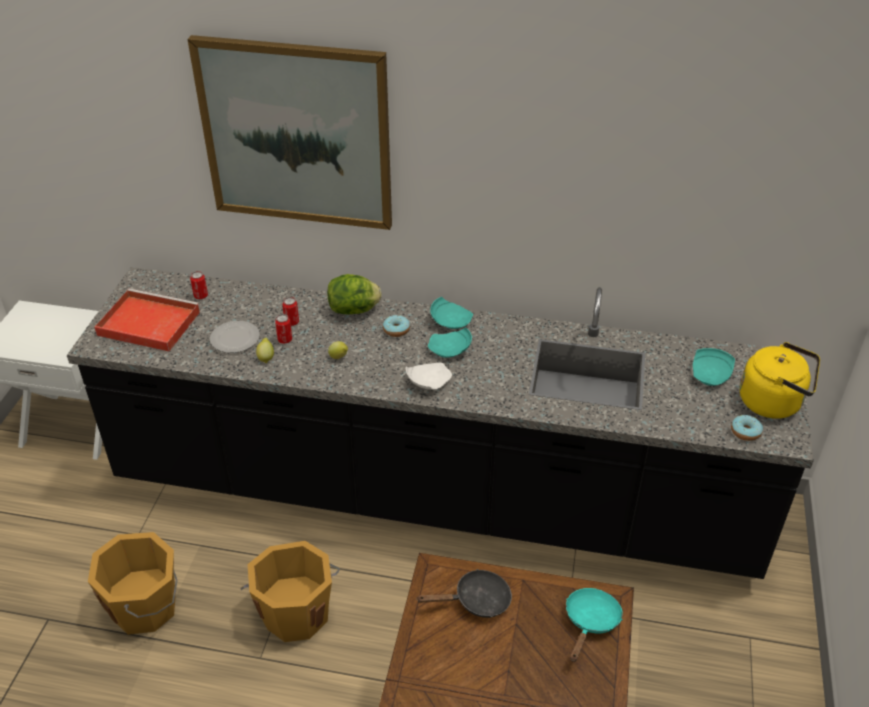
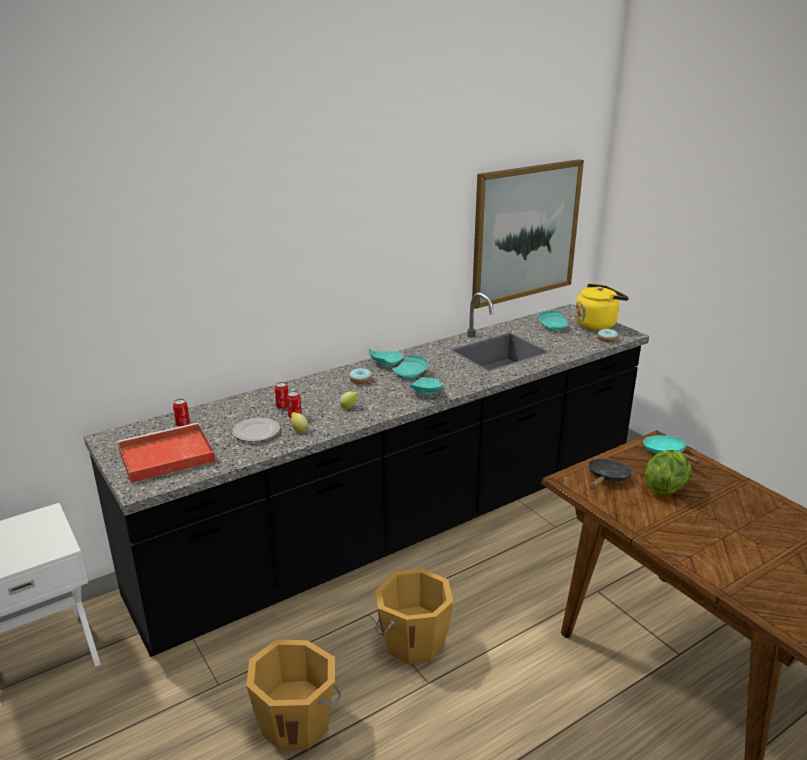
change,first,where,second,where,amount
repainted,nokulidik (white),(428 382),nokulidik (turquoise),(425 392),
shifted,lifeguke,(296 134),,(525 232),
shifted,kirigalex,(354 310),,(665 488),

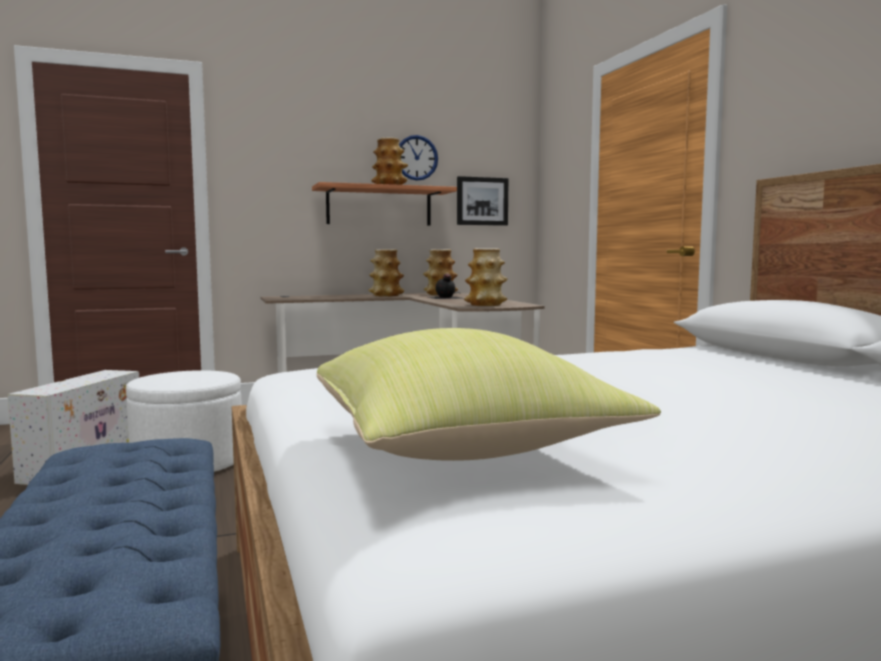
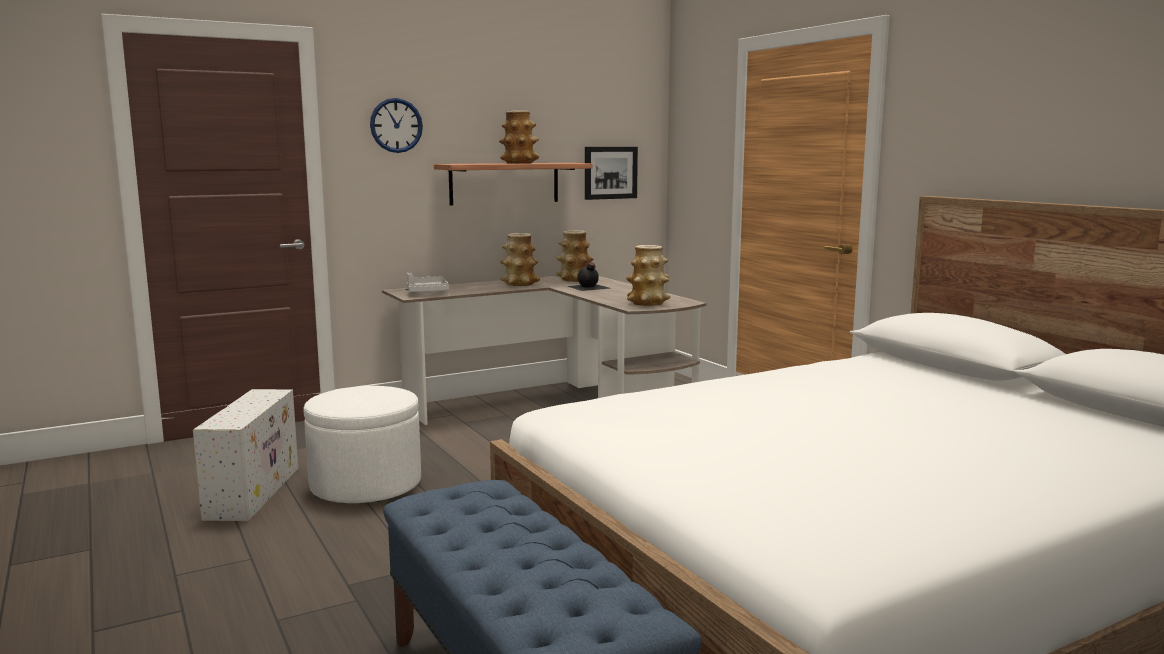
change,first,where,second,where,amount
shifted,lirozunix,(416 158),,(396 125),
new,,,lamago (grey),(426 292),
gone,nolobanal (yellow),(464 450),,,

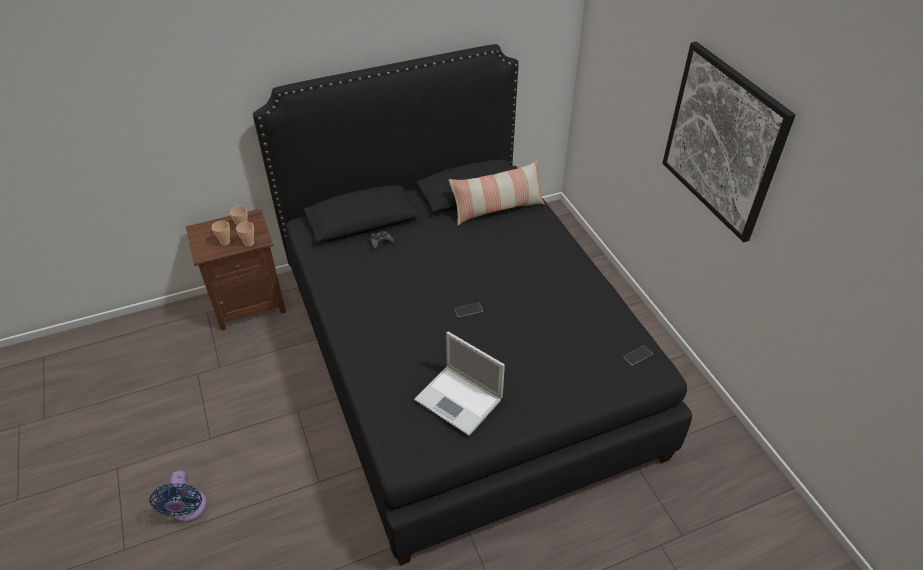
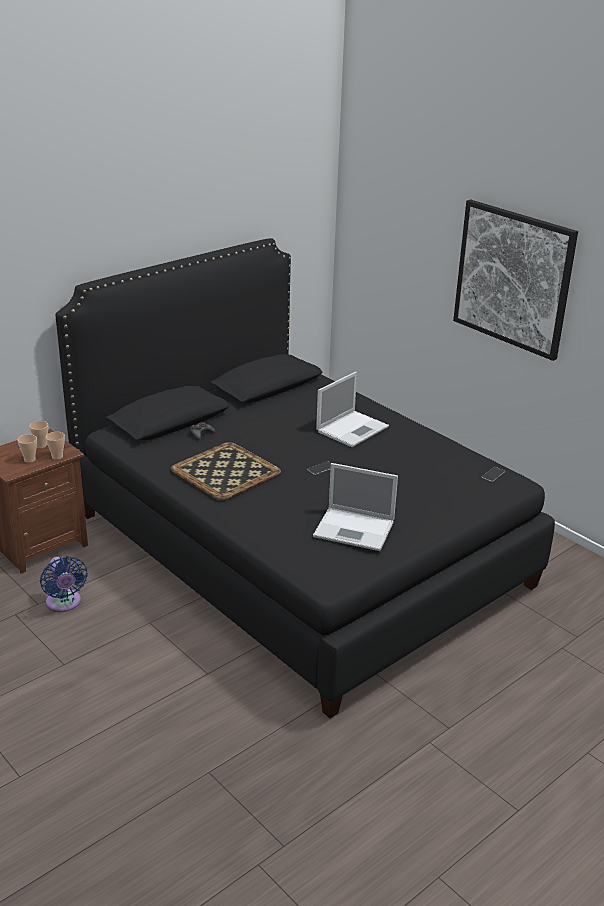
change,first,where,second,where,amount
shifted,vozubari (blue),(188 510),,(64 604),
new,,,lamago,(227 471),
new,,,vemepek,(353 428),
gone,nolobanal,(497 208),,,

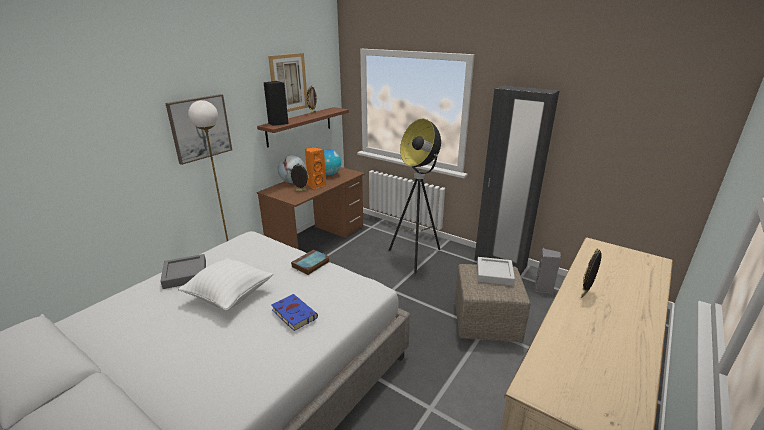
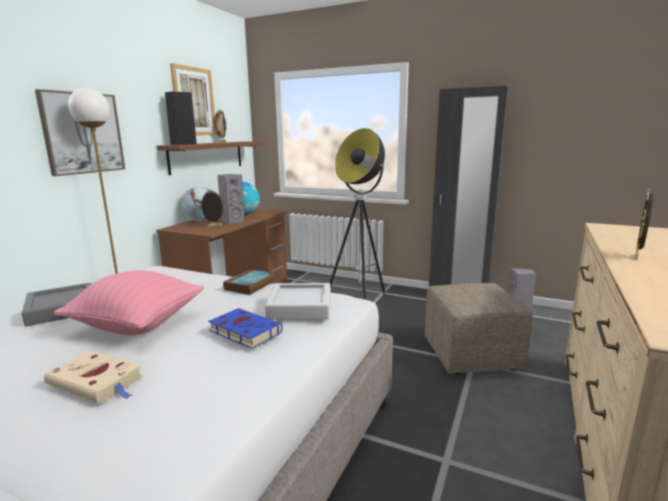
change,first,where,second,where,amount
new,,,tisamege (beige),(97 381),
repainted,nolobanal (white),(230 297),nolobanal (pink),(138 325),
repainted,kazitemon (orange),(316 185),kazitemon (grey),(232 221),
shifted,lamago (grey),(494 274),,(300 307),

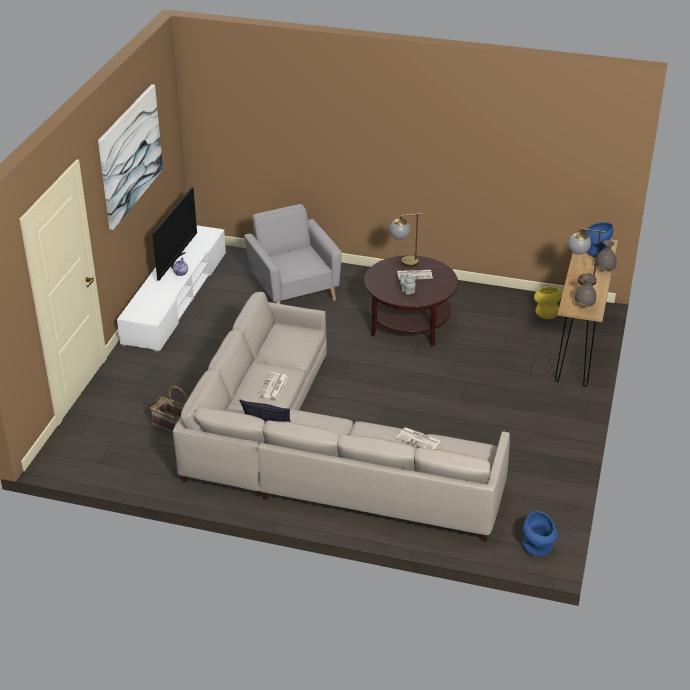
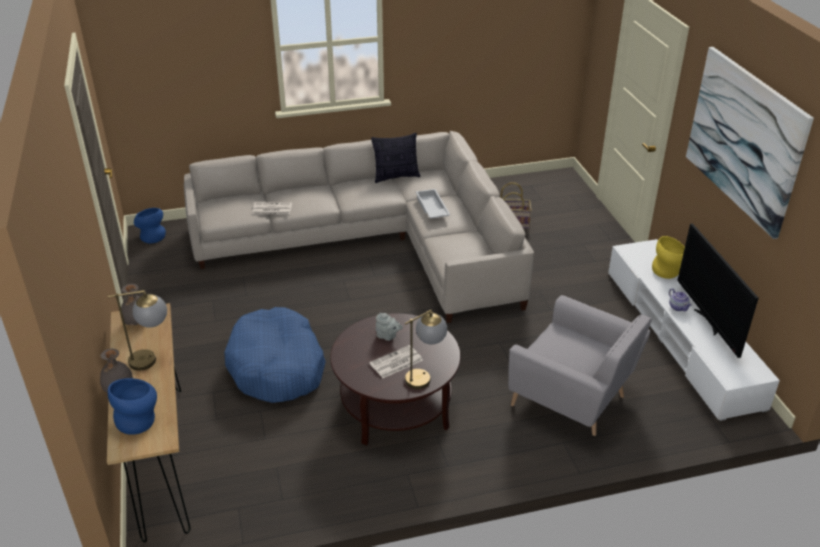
change,first,where,second,where,amount
new,,,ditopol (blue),(277 367),
swapped,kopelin,(273 386),lamago (white),(431 208),
shifted,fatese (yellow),(546 312),,(667 272),

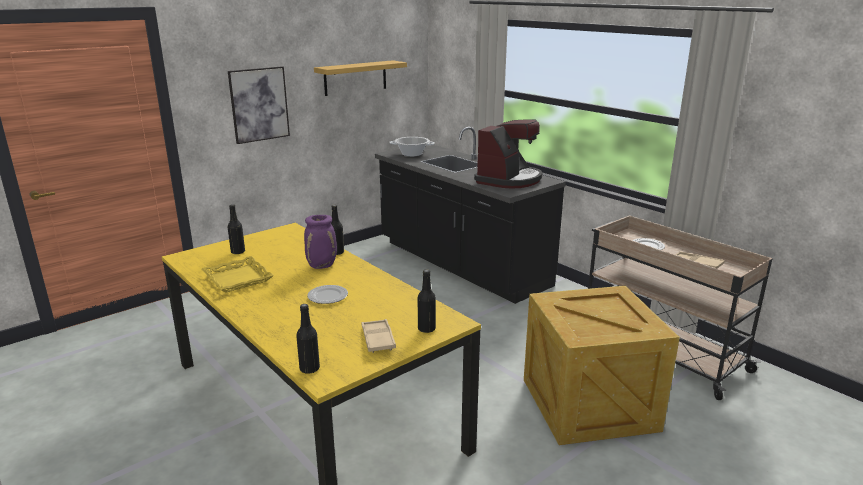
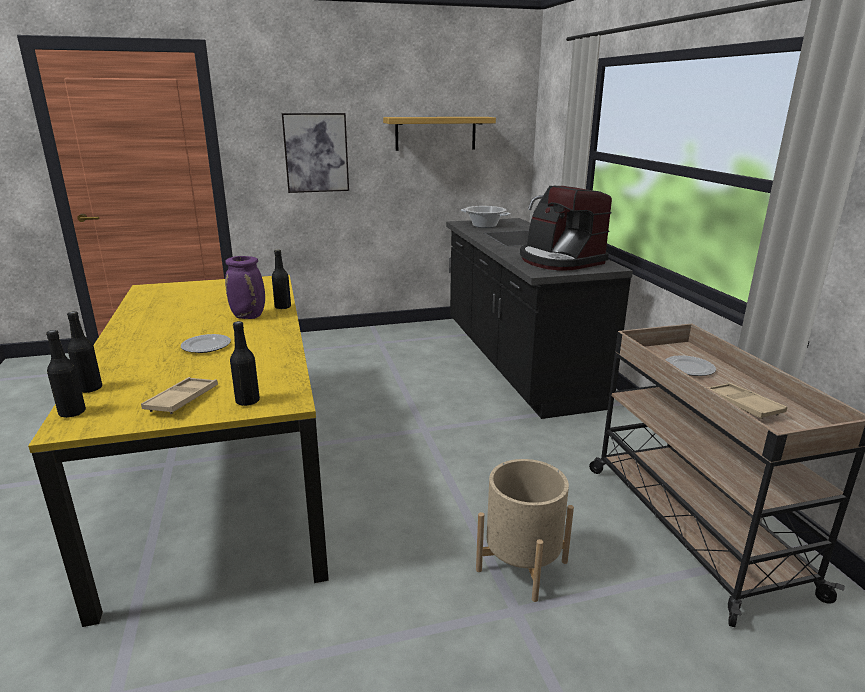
change,first,where,second,where,amount
shifted,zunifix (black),(238 252),,(90 388),
swapped,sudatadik,(586 403),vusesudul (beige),(522 565),
rotated,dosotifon,(509 180),,(559 260),90 degrees clockwise
gone,lamago (yellow),(238 279),,,

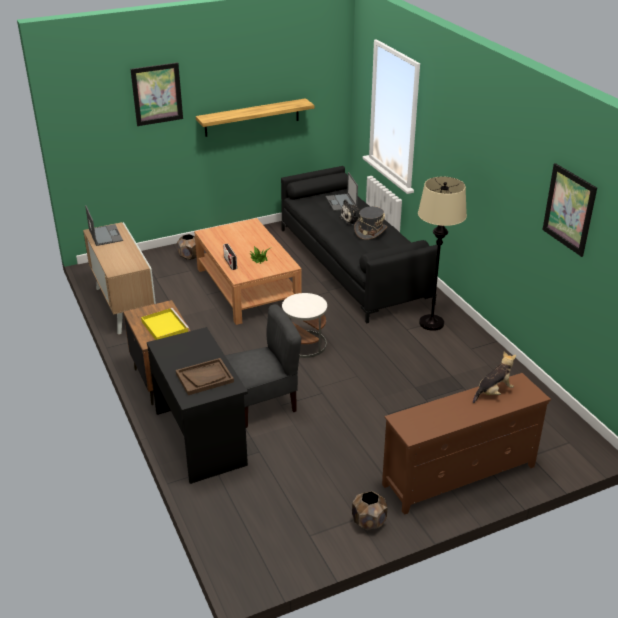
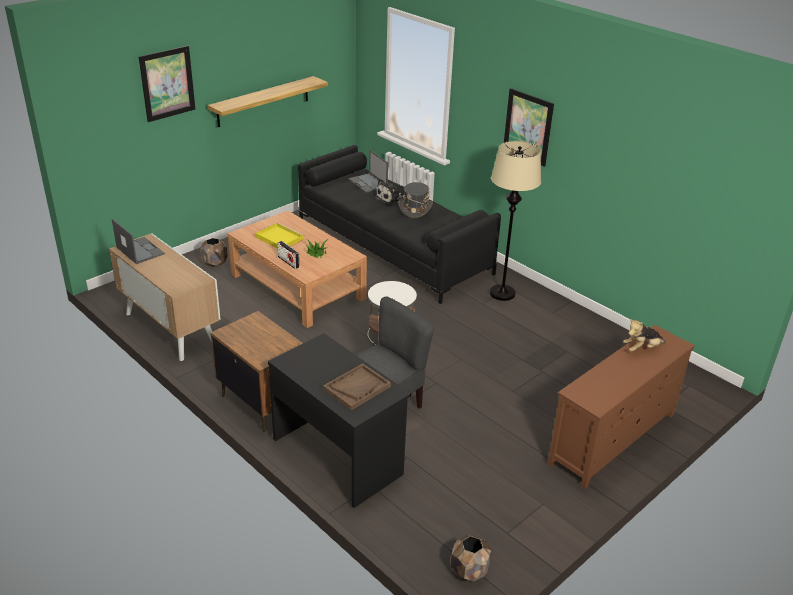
change,first,where,second,where,amount
shifted,lamago (yellow),(164 326),,(278 238),
shifted,vusesudul (brown),(369 522),,(469 570),
shifted,lifeguke,(569 209),,(528 127),
rotated,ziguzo,(493 392),,(642 348),150 degrees counterclockwise

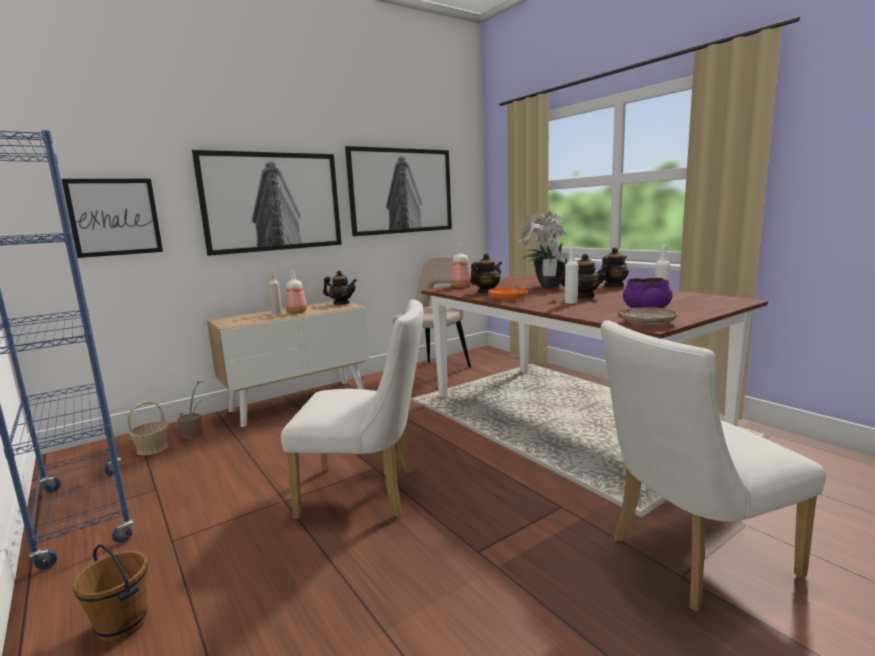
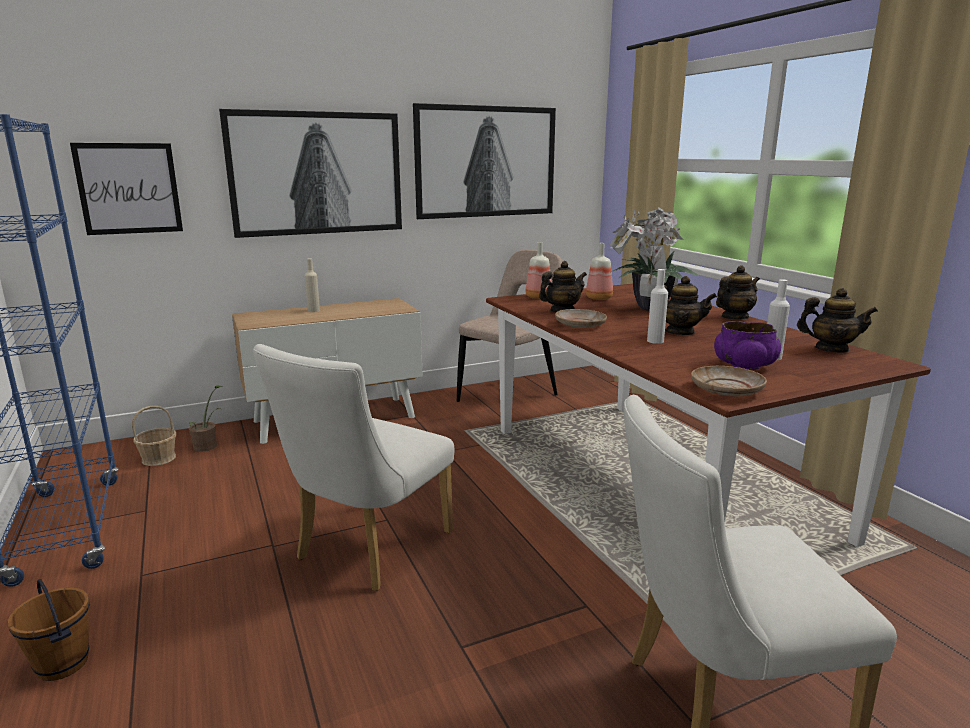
change,first,where,second,where,amount
rotated,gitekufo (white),(368 493),,(367 550),105 degrees clockwise
repainted,nokulidik (orange),(507 298),nokulidik (beige),(580 325),
shifted,zunifix,(297 312),,(600 298),
shifted,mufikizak,(341 303),,(831 349),

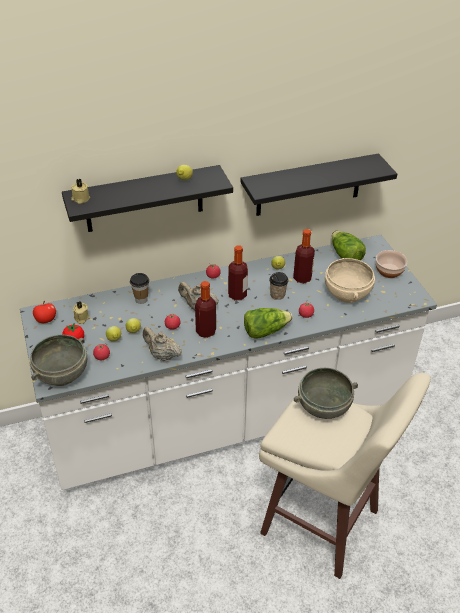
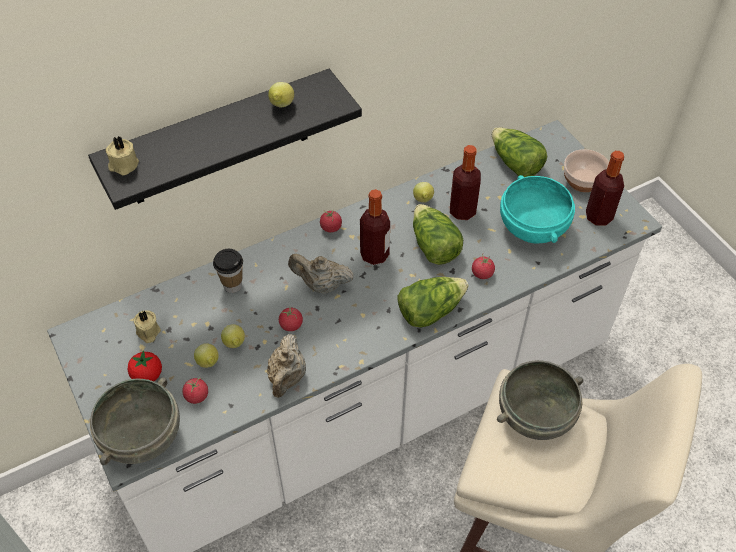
change,first,where,second,where,amount
rotated,mufikizak (beige),(162 355),,(287 378),105 degrees counterclockwise
swapped,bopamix,(277 295),kirigalex,(433 246),
repainted,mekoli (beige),(348 293),mekoli (turquoise),(534 228),
shifted,zunifix,(206 331),,(599 216),
gone,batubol,(46 320),,,
gone,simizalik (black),(309 185),,,

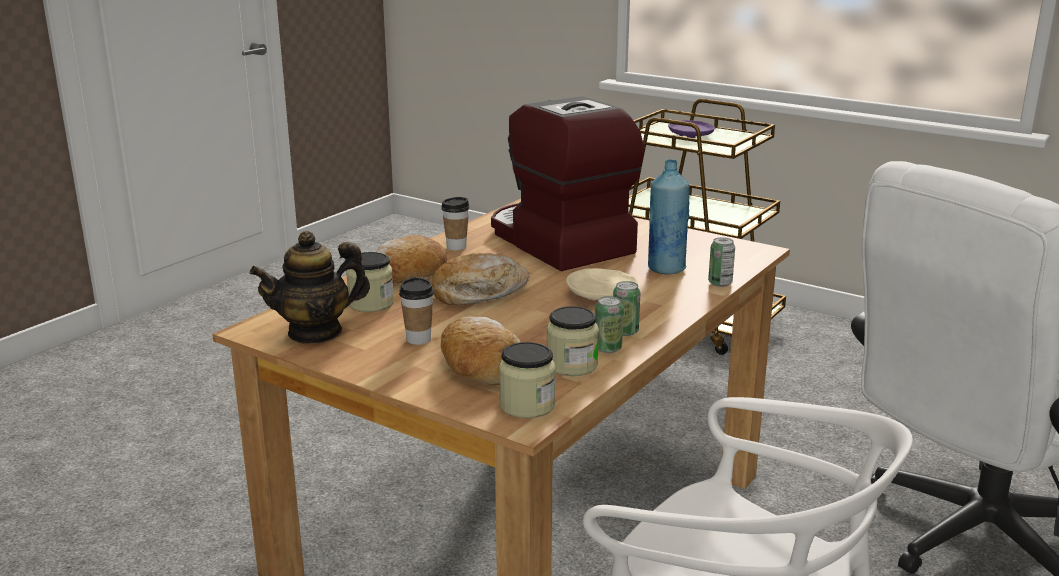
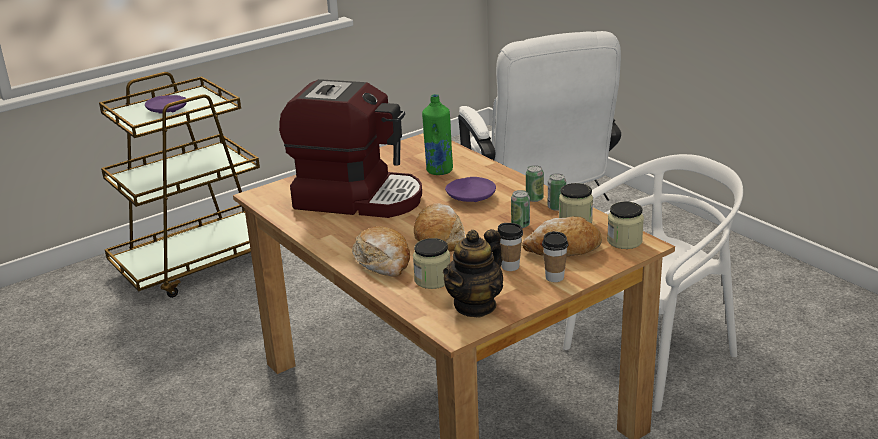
change,first,where,second,where,amount
rotated,dosotifon,(557 242),,(358 197),150 degrees counterclockwise
repainted,zunifix (blue),(666 269),zunifix (green),(439 170),
rotated,mufikizak,(315 332),,(475 305),45 degrees clockwise
repainted,nokulidik (beige),(602 295),nokulidik (purple),(471 197),
shifted,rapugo,(720 283),,(520 225),
shifted,bopamix,(456 247),,(554 277),

